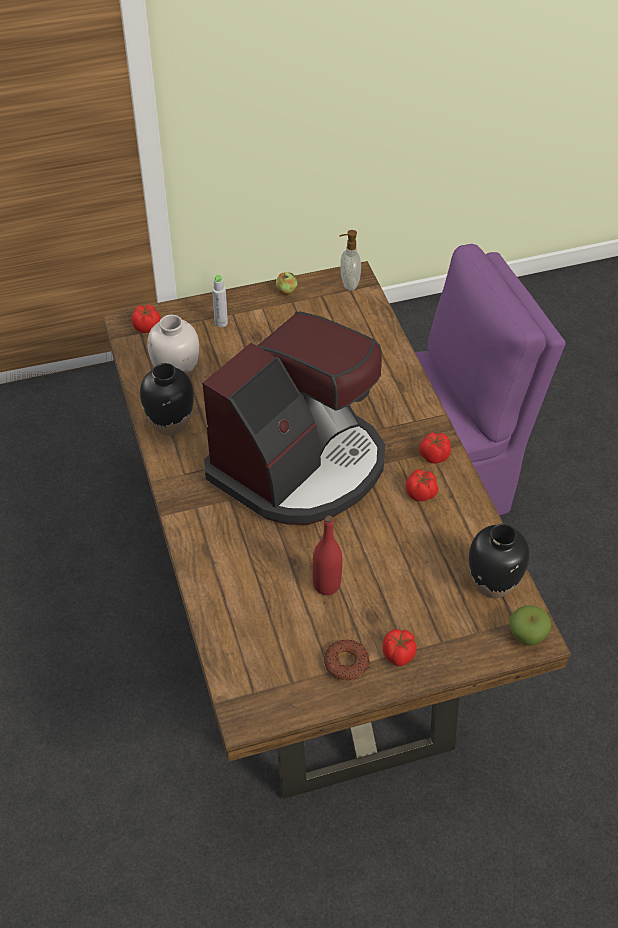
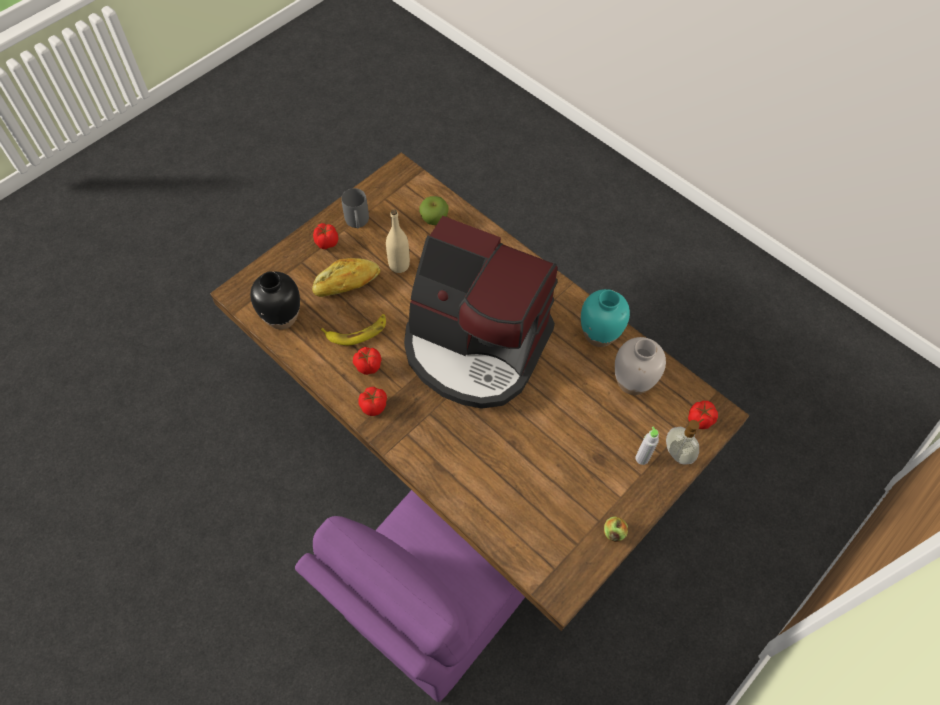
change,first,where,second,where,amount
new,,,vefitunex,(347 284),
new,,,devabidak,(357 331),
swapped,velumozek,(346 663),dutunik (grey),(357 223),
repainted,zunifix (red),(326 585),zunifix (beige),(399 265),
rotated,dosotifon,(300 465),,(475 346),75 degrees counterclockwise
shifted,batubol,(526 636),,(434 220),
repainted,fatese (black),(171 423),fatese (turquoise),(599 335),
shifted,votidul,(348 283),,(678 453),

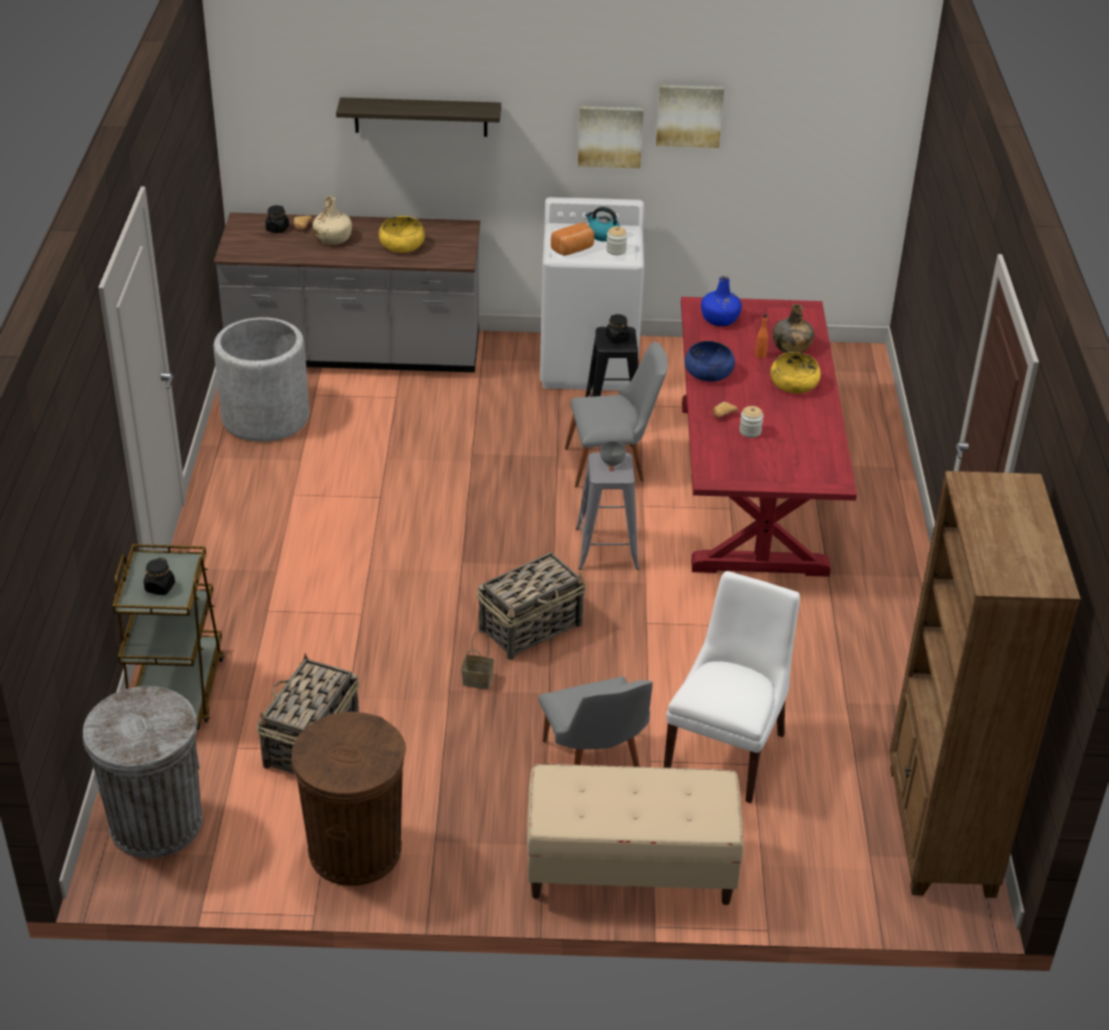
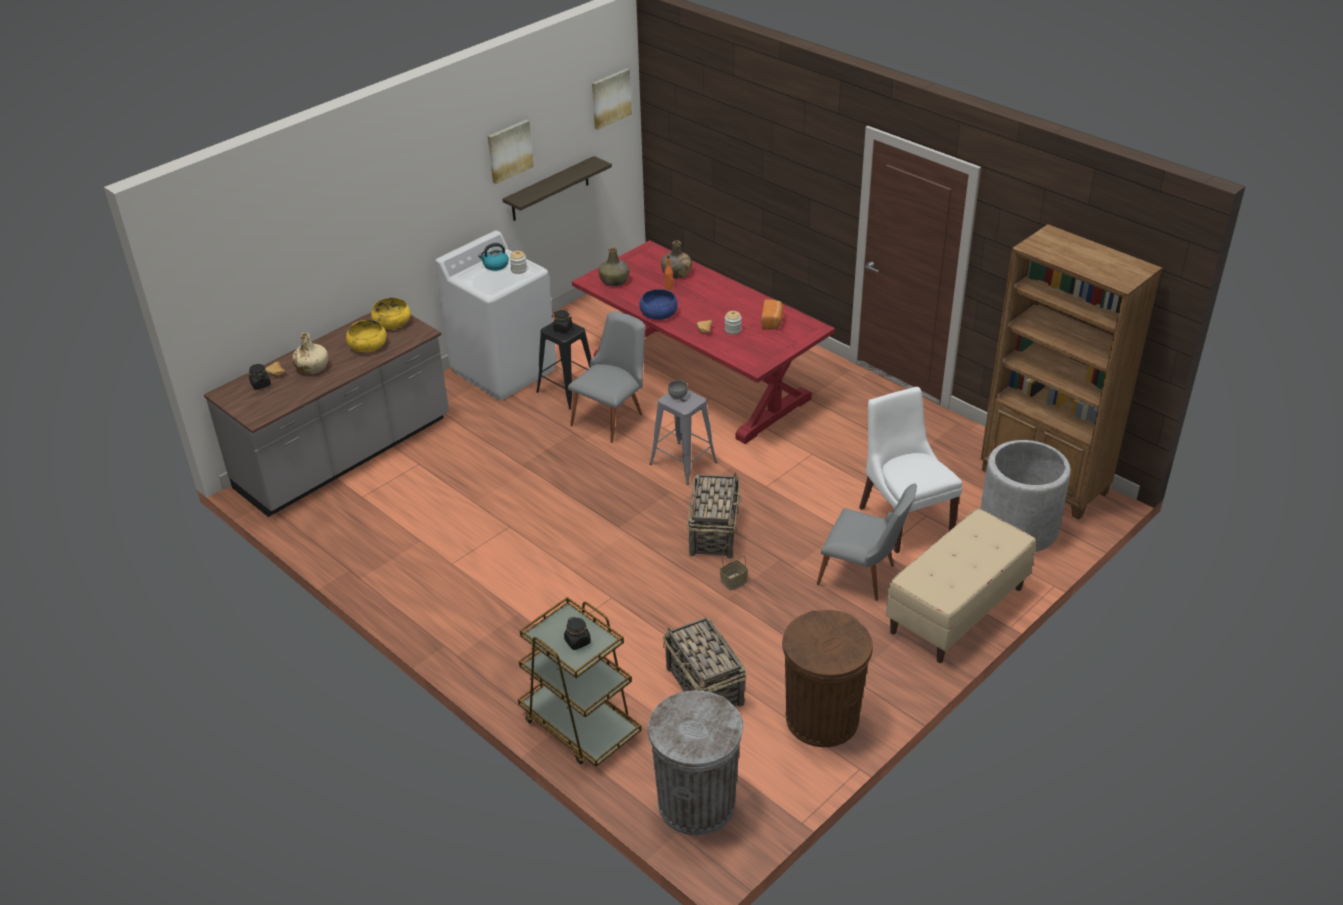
change,first,where,second,where,amount
shifted,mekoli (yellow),(794 384),,(392 322),
shifted,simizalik,(421 117),,(550 189),
shifted,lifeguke,(610 136),,(610 98),
repainted,zunifix (blue),(720 319),zunifix (green),(614 281),
shifted,vefitunex,(574 249),,(772 322),
shifted,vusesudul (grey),(265 417),,(1018 528),

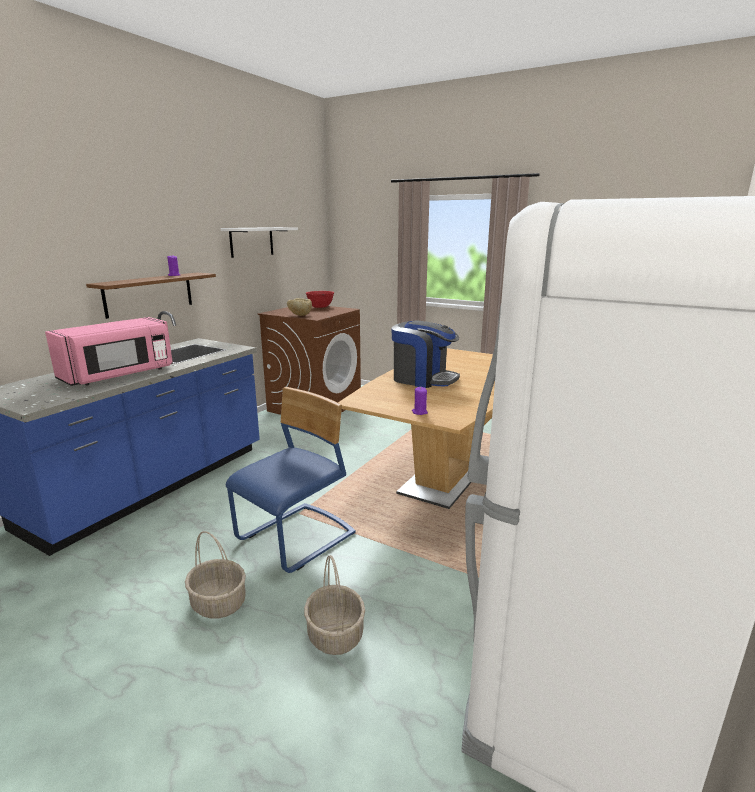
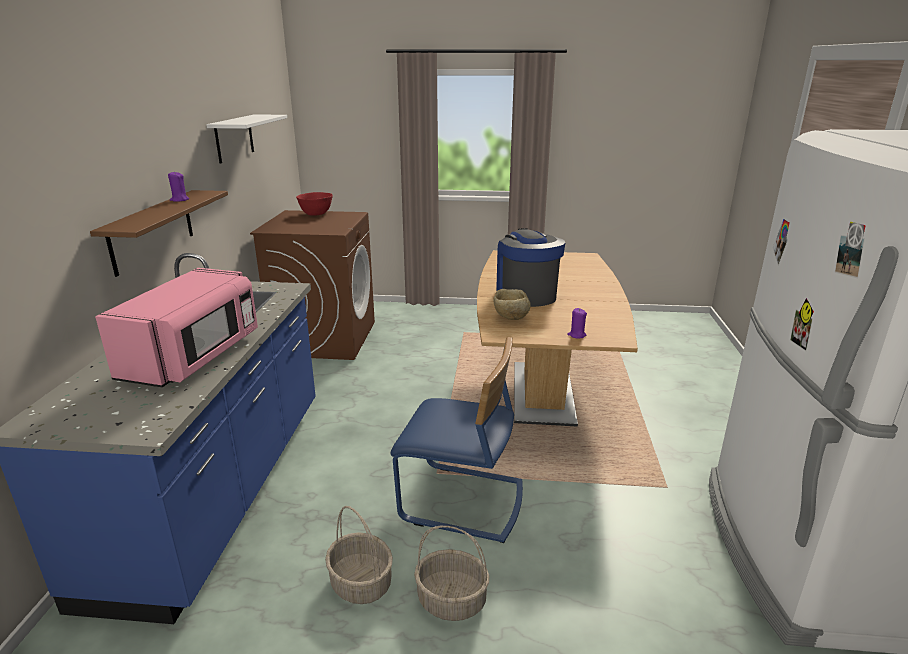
change,first,where,second,where,amount
shifted,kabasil,(334 634),,(360 583),
rotated,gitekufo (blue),(297 539),,(462 502),90 degrees clockwise
shifted,mekoli (beige),(300 315),,(510 318),
rotated,dosotifon,(423 379),,(526 294),105 degrees counterclockwise

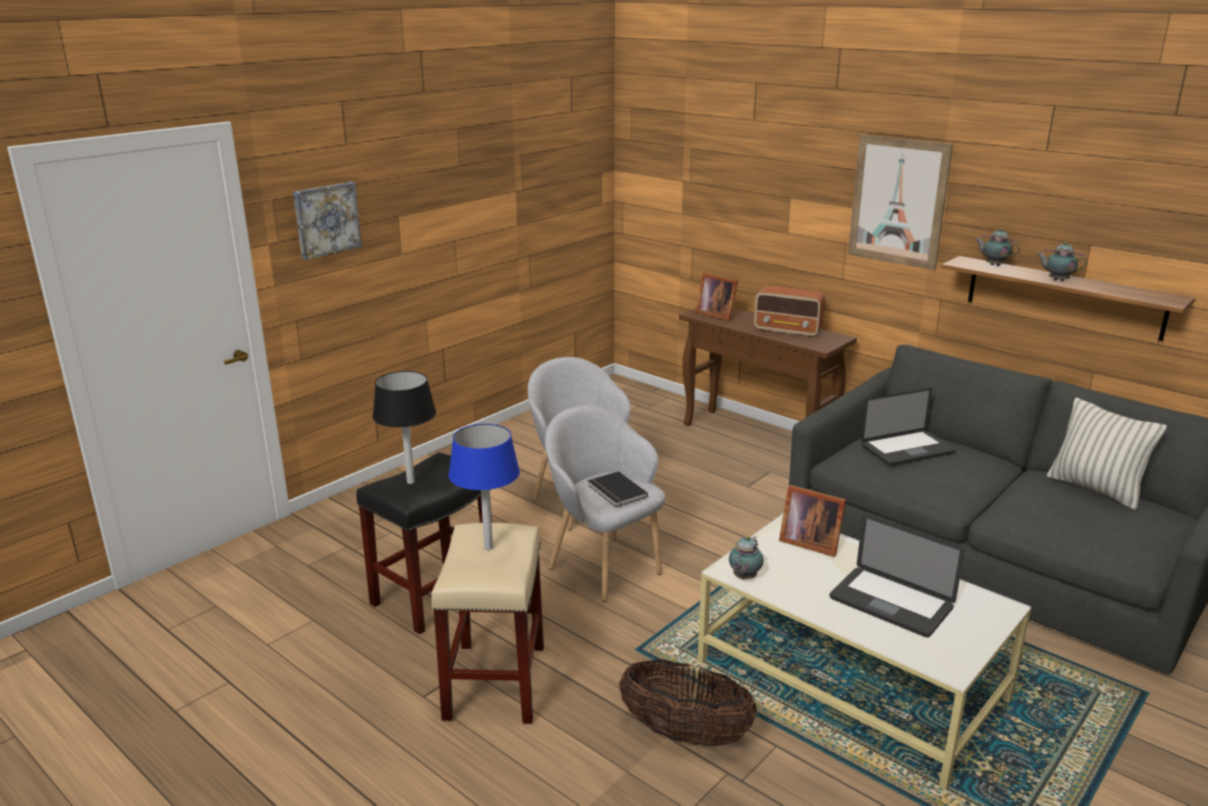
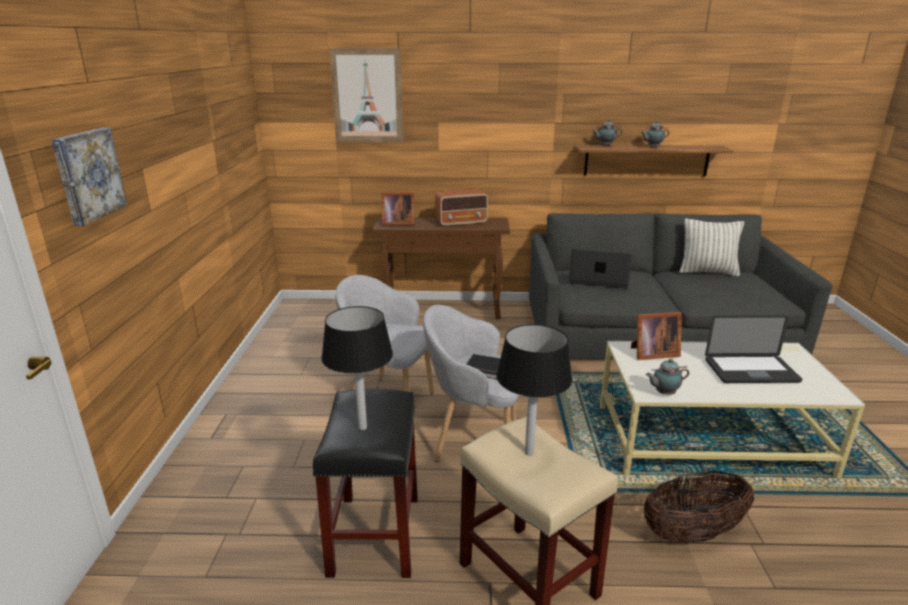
change,first,where,second,where,amount
shifted,lifeguke,(898 201),,(367 96),
repainted,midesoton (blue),(488 547),midesoton (black),(529 452),
rotated,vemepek,(907 449),,(598 280),105 degrees counterclockwise
rotated,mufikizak,(743 578),,(663 393),90 degrees clockwise

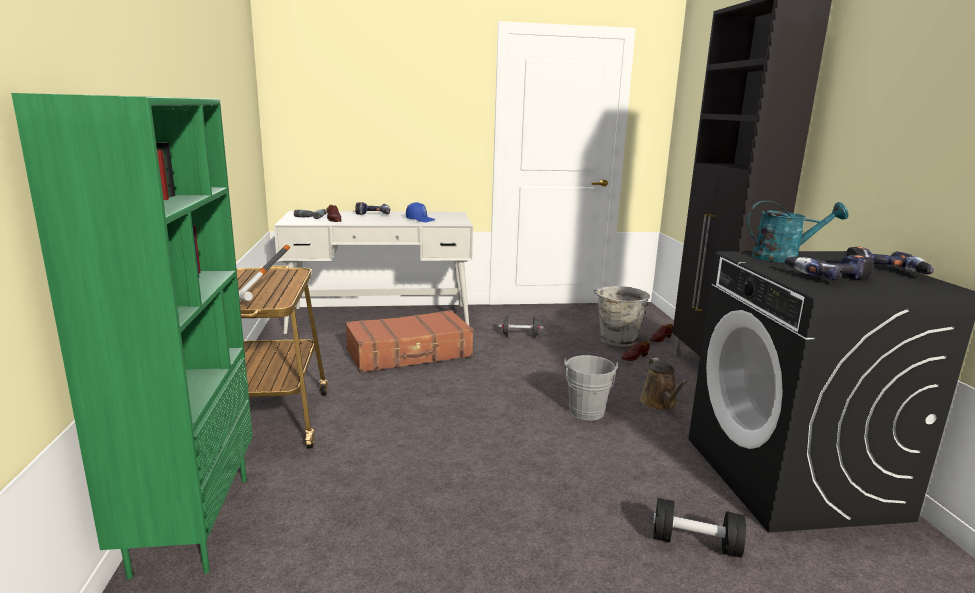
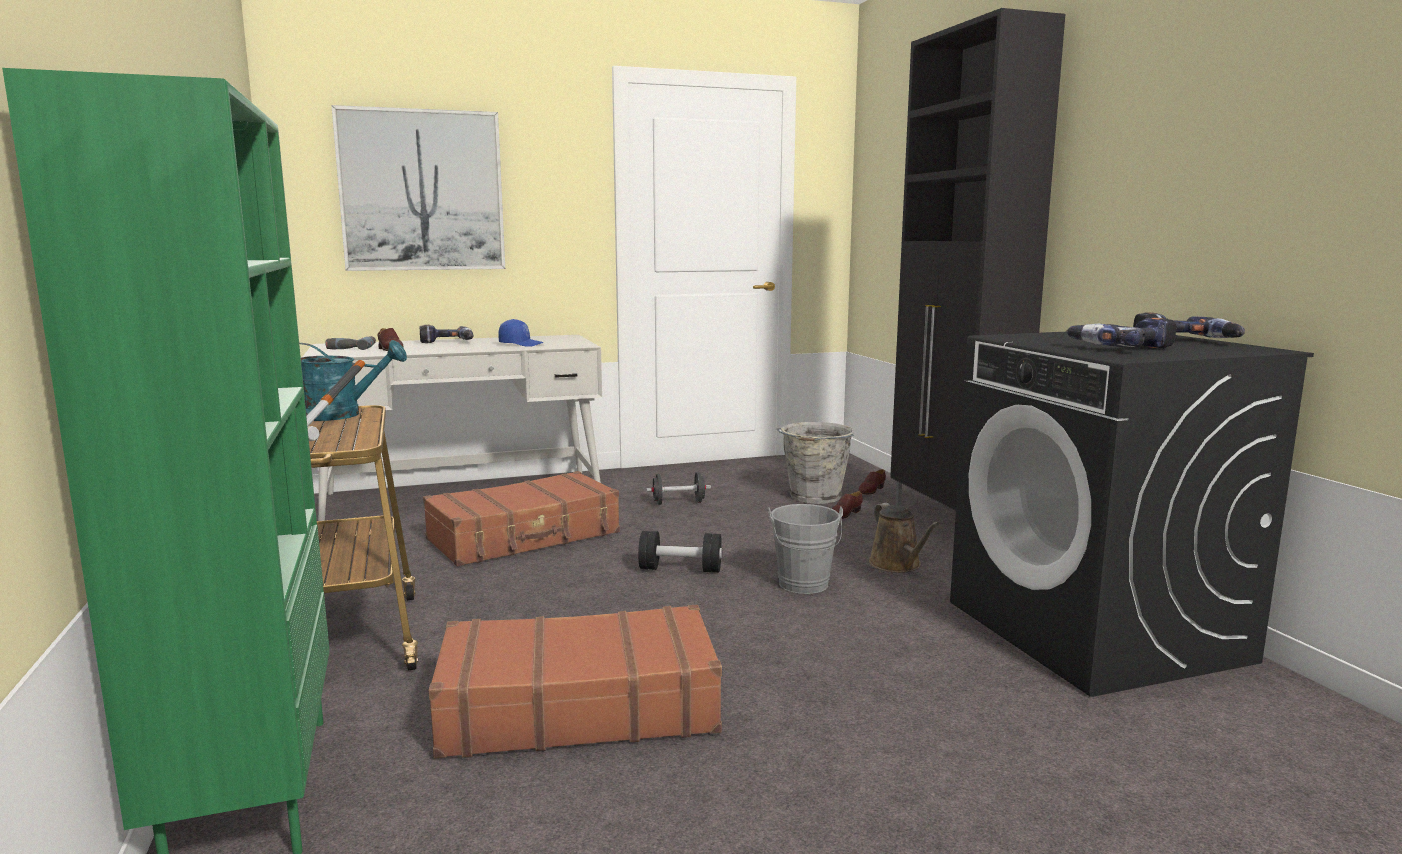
change,first,where,second,where,amount
shifted,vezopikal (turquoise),(784 258),,(342 415),
new,,,lifeguke,(422 191),
new,,,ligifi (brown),(578 706),
shifted,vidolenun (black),(695 543),,(680 569),

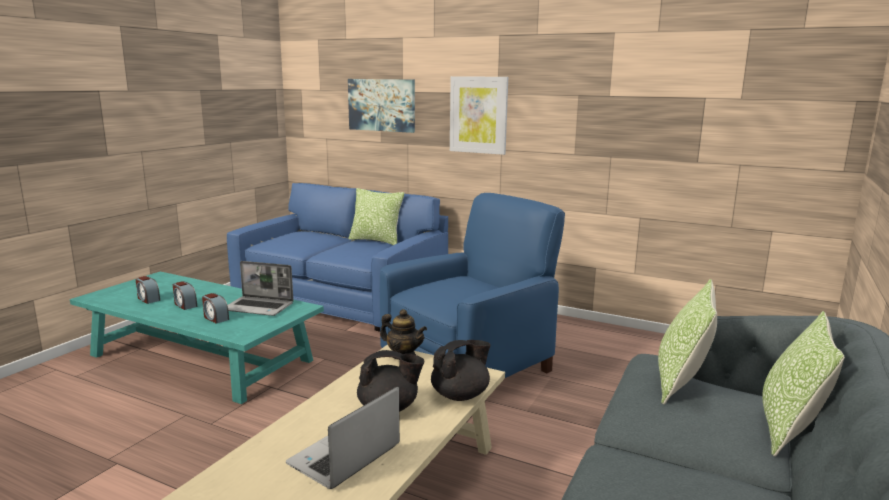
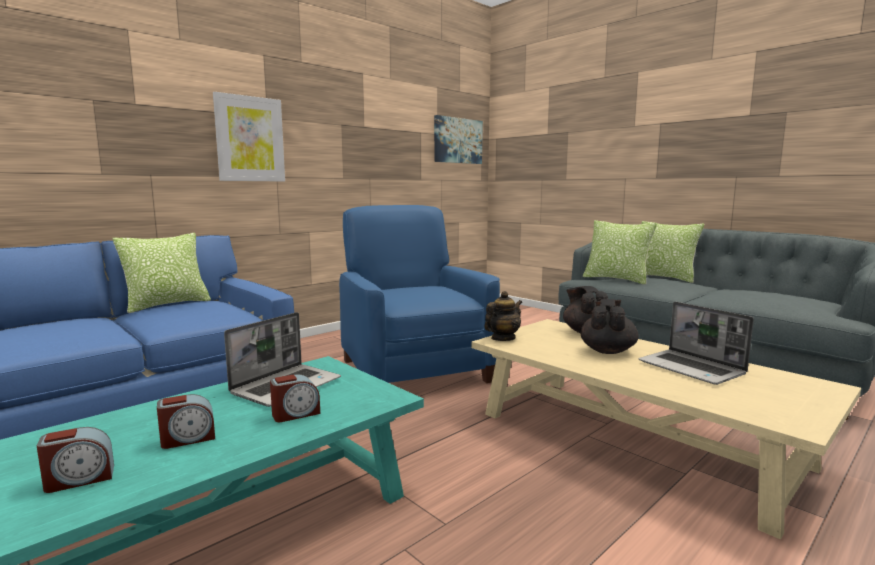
change,first,where,second,where,amount
shifted,lifeguke,(382 105),,(457 140),

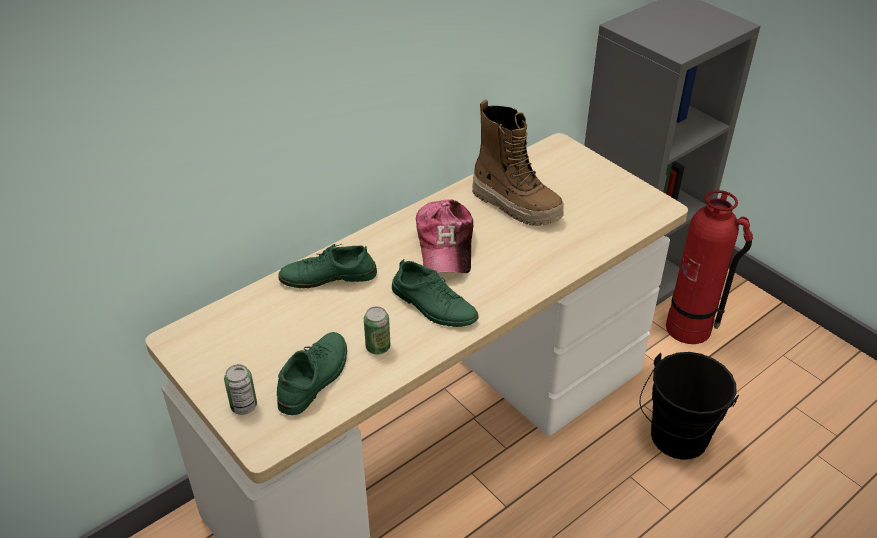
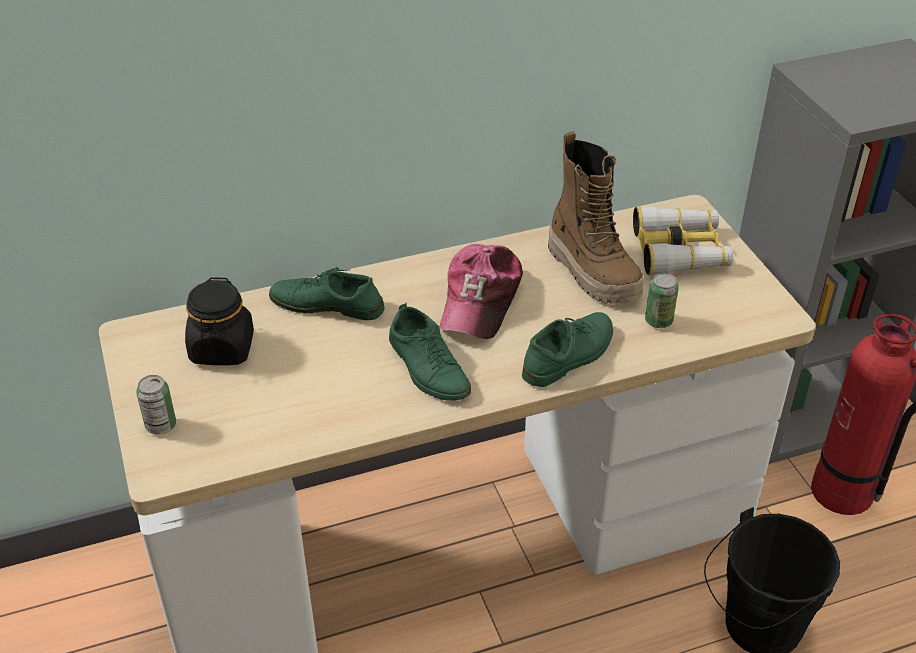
change,first,where,second,where,amount
new,,,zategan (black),(222 349),
shifted,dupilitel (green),(314 377),,(569 355),
new,,,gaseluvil,(680 250),
shifted,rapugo,(378 347),,(658 321),

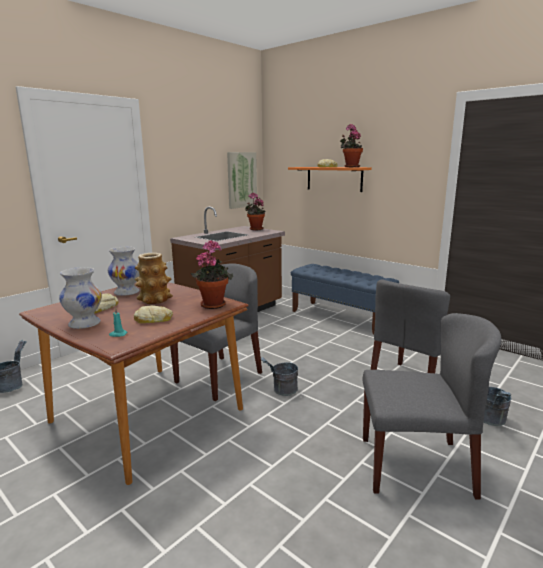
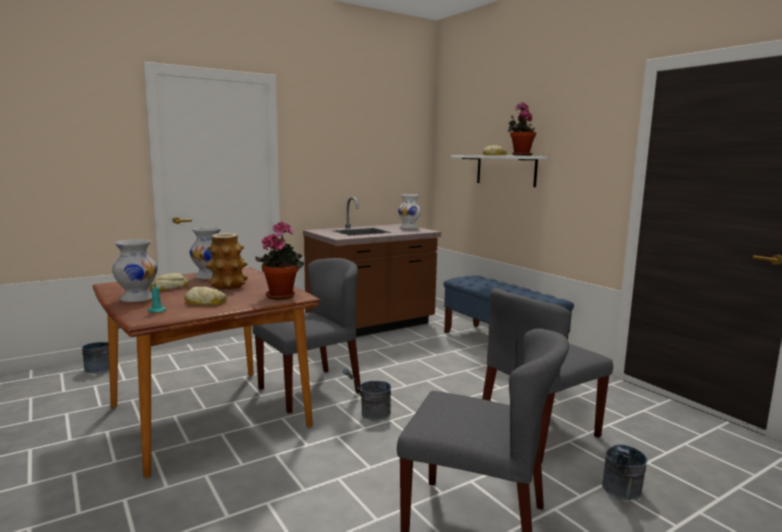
change,first,where,second,where,amount
swapped,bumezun,(255 229),fatese (white),(408 228),
repainted,simizalik (orange),(334 179),simizalik (white),(506 170),
gone,lifeguke,(241 180),,,

